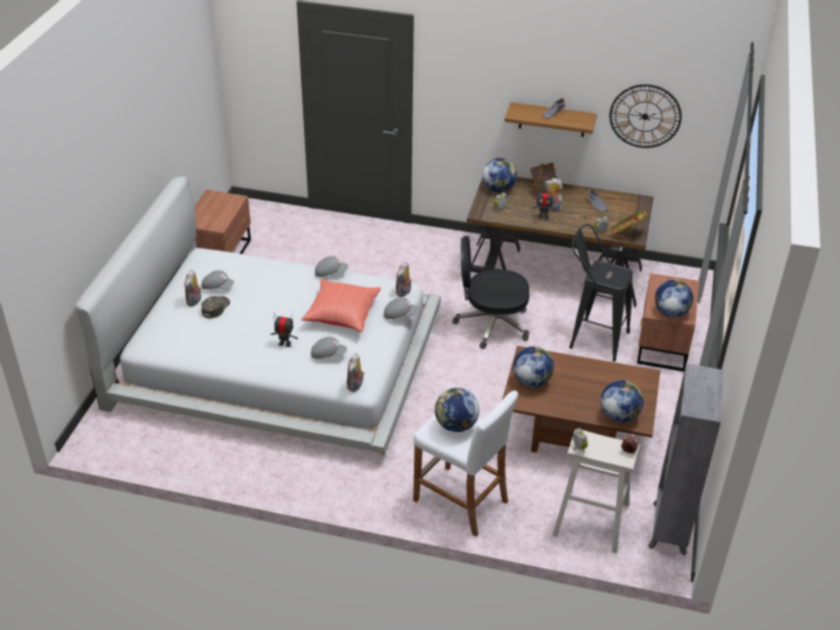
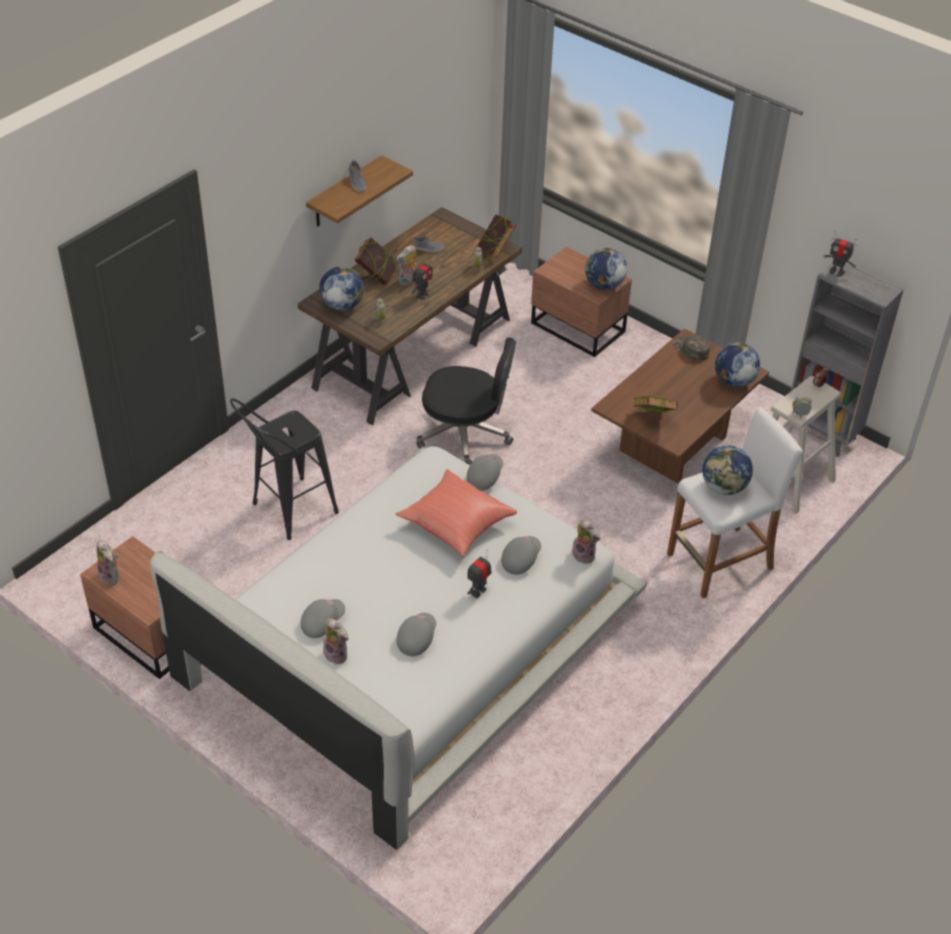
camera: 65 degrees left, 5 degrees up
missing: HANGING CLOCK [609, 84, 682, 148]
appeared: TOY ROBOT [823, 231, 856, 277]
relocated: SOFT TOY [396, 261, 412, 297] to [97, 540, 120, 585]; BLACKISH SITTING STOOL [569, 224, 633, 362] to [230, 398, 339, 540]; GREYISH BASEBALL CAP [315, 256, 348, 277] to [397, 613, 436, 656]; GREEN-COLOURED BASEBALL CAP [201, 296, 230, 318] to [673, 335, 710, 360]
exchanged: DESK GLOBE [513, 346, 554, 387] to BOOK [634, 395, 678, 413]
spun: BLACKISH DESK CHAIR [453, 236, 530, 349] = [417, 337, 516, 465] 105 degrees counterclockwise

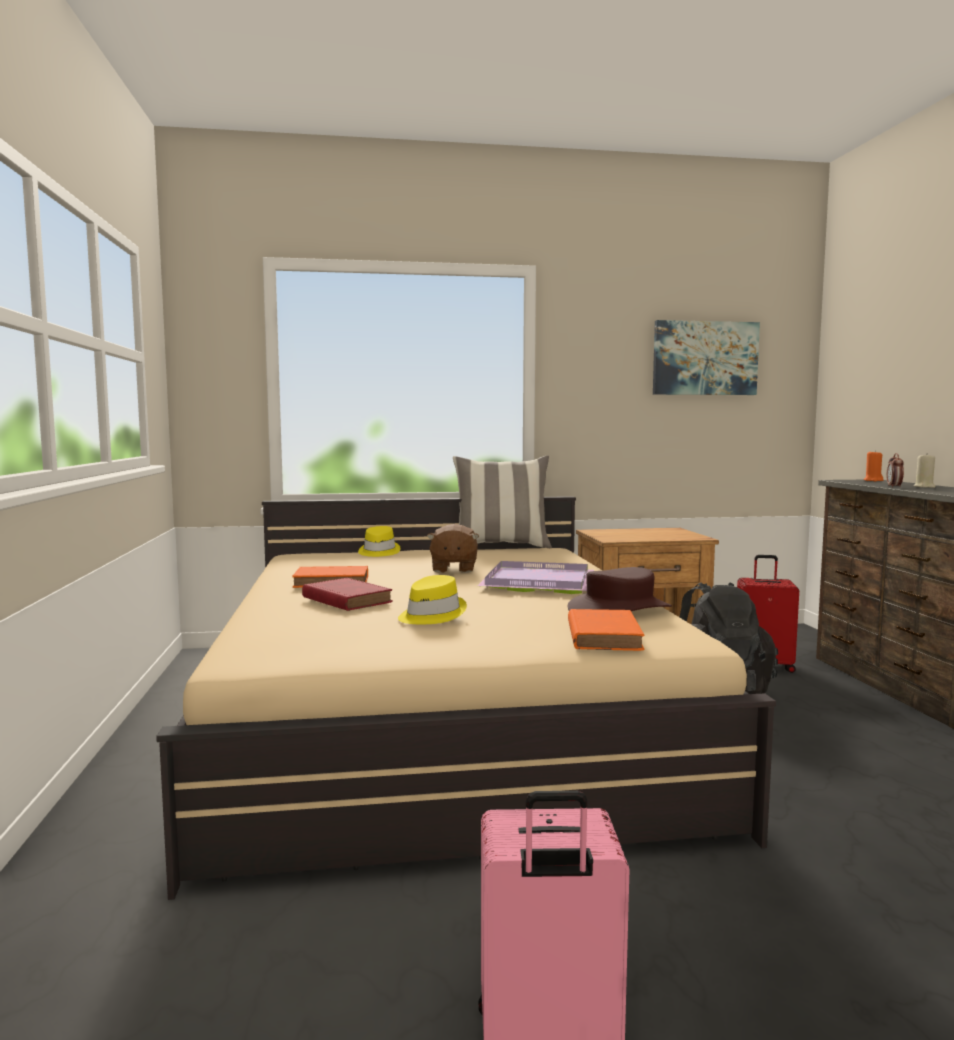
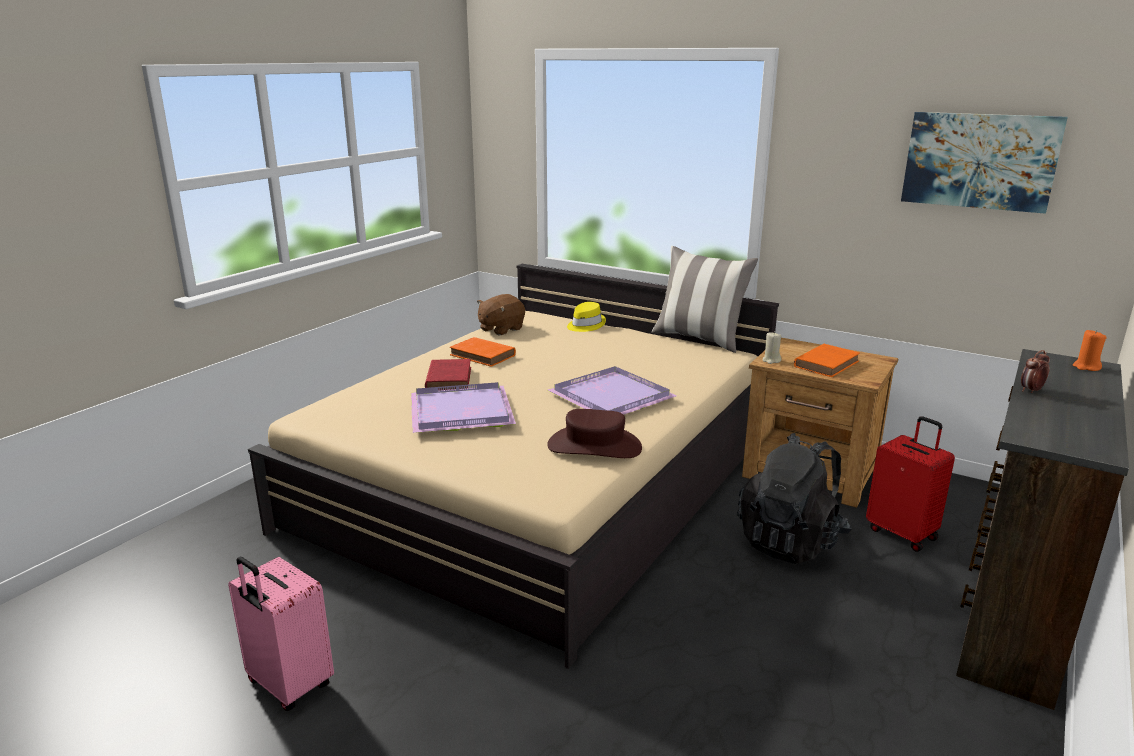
camera: 40 degrees right, 15 degrees up
relocated: BROWN SOFT TOY [427, 524, 479, 573] to [477, 294, 525, 336]; BEIGE CANDLE [914, 455, 936, 488] to [763, 332, 781, 364]; ORANGE-COLOURED BOOK [568, 609, 644, 651] to [794, 344, 860, 377]
exchanged: YELLOW HAT [398, 575, 467, 624] to PURPLE SERVING TRAY [411, 382, 516, 433]

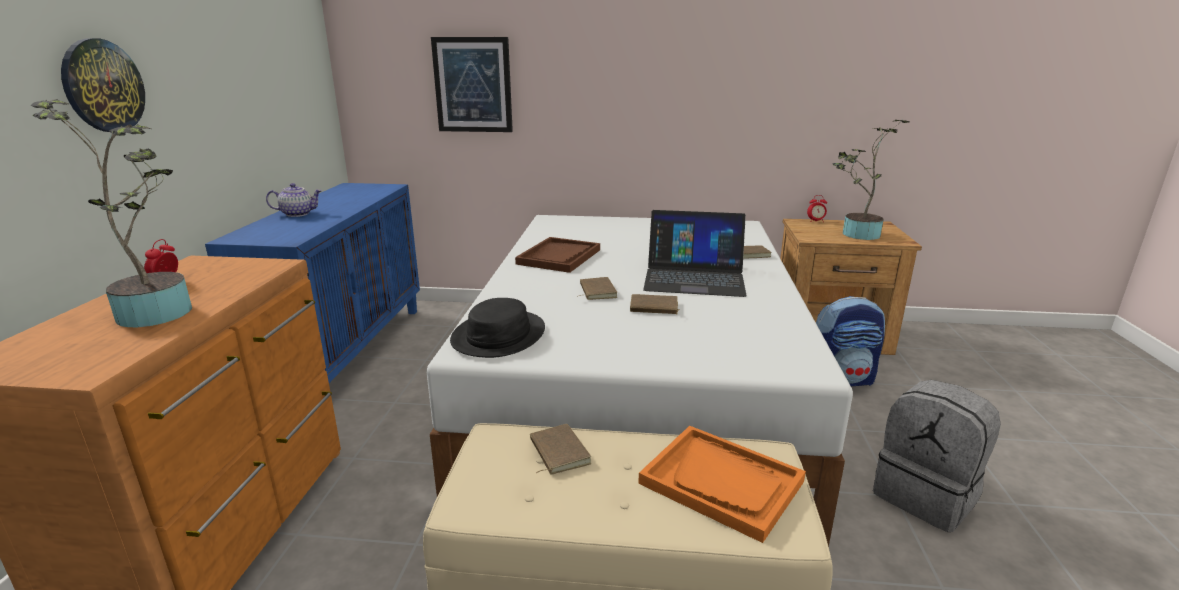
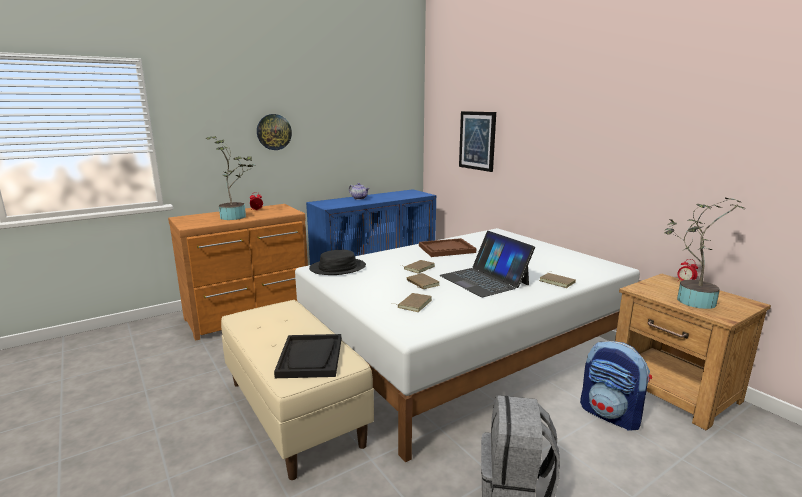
camera: 50 degrees right, 5 degrees down
relocated: BROWN BOOK [530, 424, 591, 475] to [391, 293, 432, 312]
colour: ORANGE-COLOURED SERVING TRAY [638, 426, 806, 543] to BLACKISH SERVING TRAY [274, 334, 341, 378]

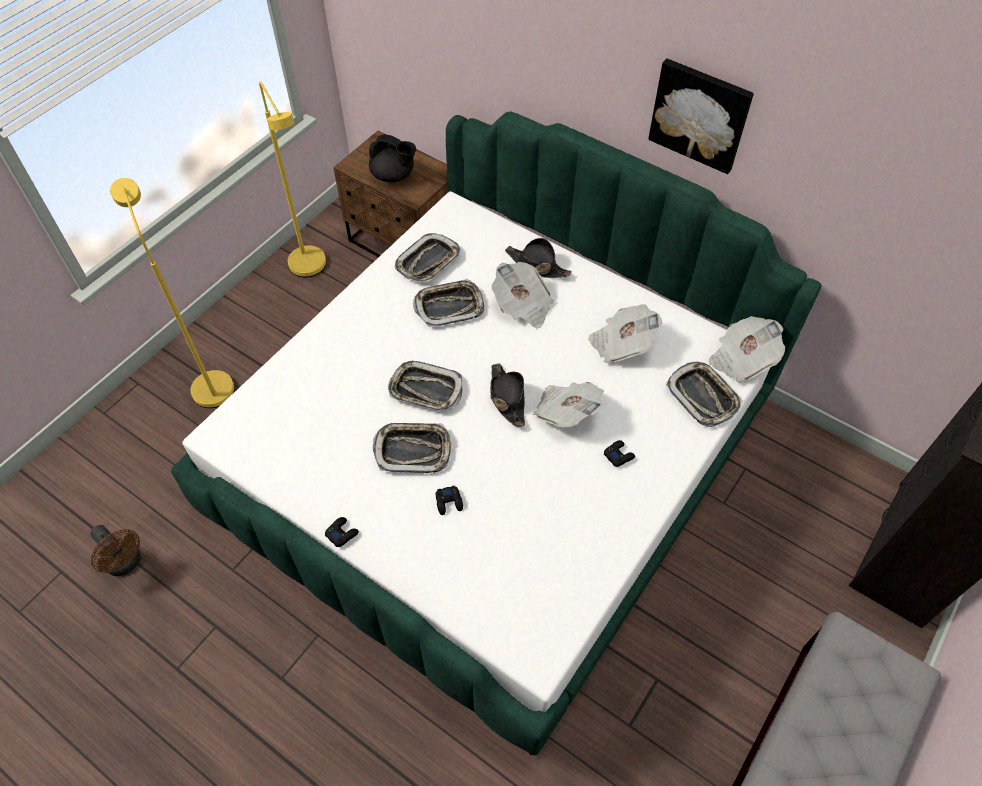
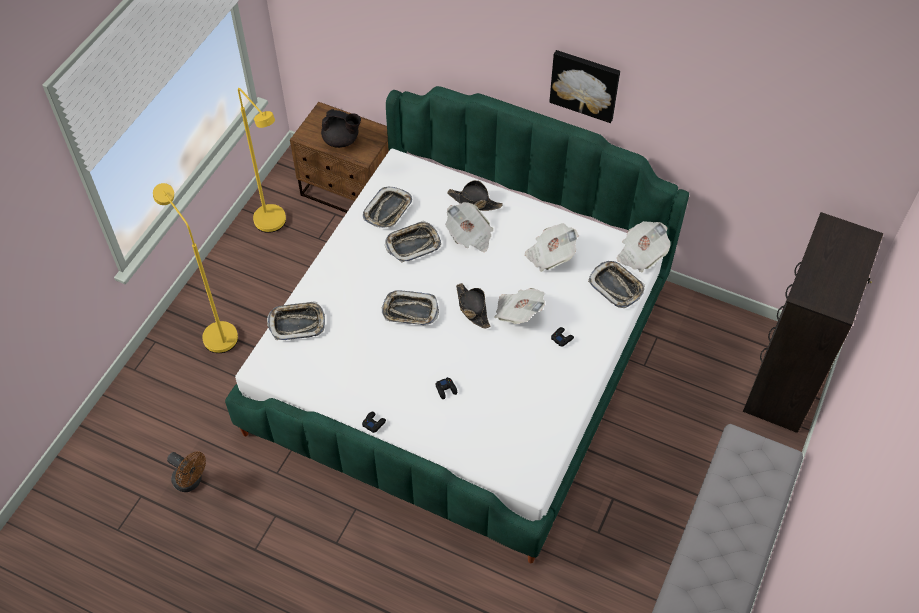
camera: 10 degrees left, 0 degrees up
relocated: SERVING TRAY [372, 423, 452, 473] to [267, 301, 325, 340]

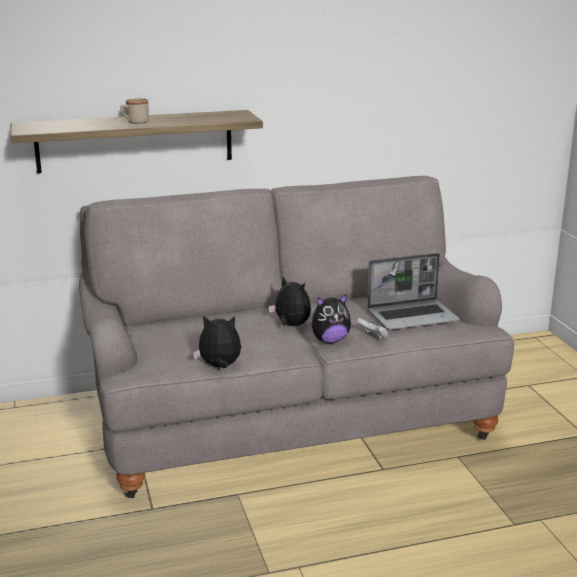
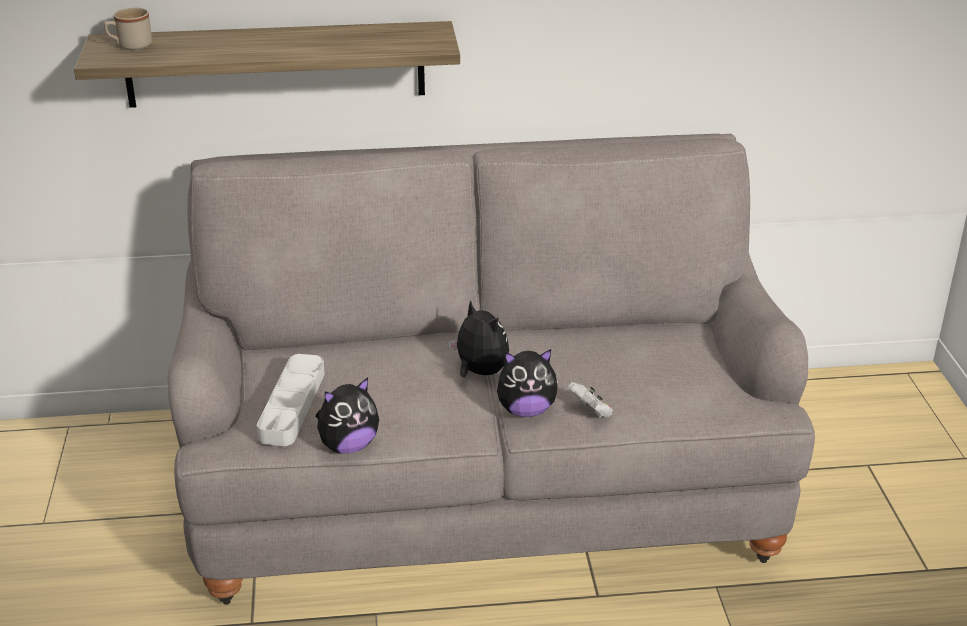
camera: 10 degrees right, 10 degrees up
missing: LAPTOP [367, 253, 460, 330]
appeared: GREYISH SERVING TRAY [257, 354, 325, 446]
relocated: BEIGE COFFEE MUG [121, 98, 149, 124] to [104, 8, 152, 50]
spun: SOFT TOY [193, 315, 241, 369] = [316, 377, 379, 453] 135 degrees clockwise

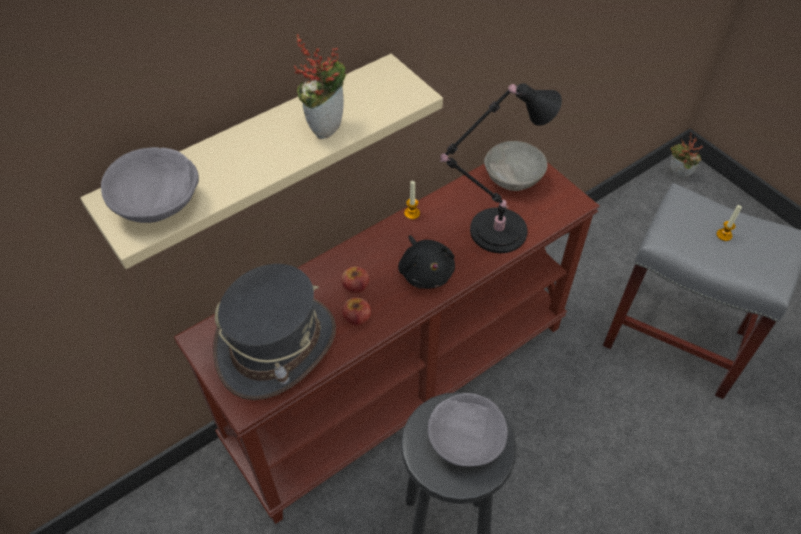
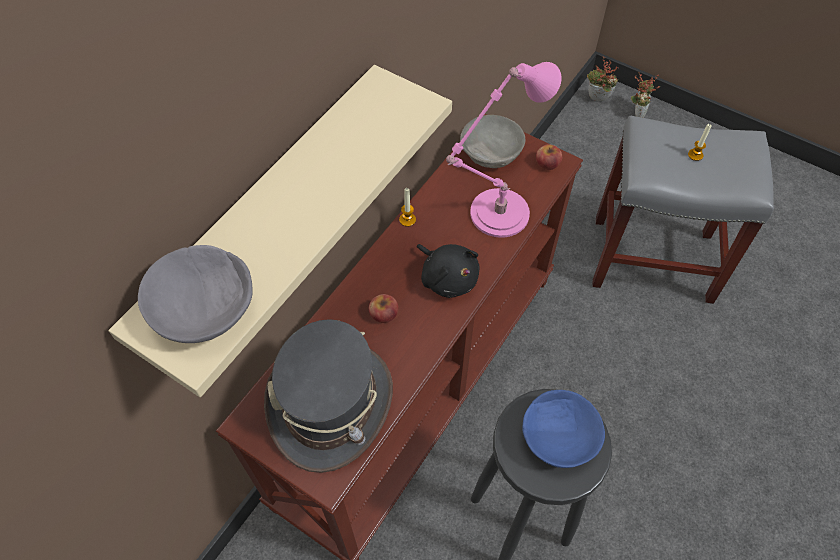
camera: 20 degrees left, 5 degrees up
relocated: APPLE FRUIT [342, 297, 371, 326] to [536, 144, 562, 170]; HOUSEPLANT [294, 34, 346, 139] to [631, 73, 660, 118]
colour: BLACKISH TABLE LAMP [440, 83, 562, 253] to PINKISH TABLE LAMP [446, 62, 562, 238]; GREYISH BOWL [428, 393, 508, 467] to BLUE-COLOURED BOWL [522, 390, 605, 468]

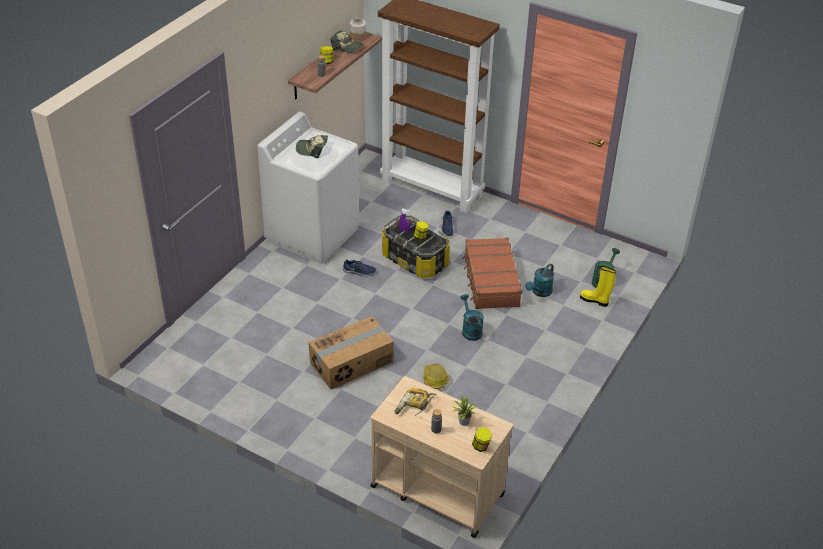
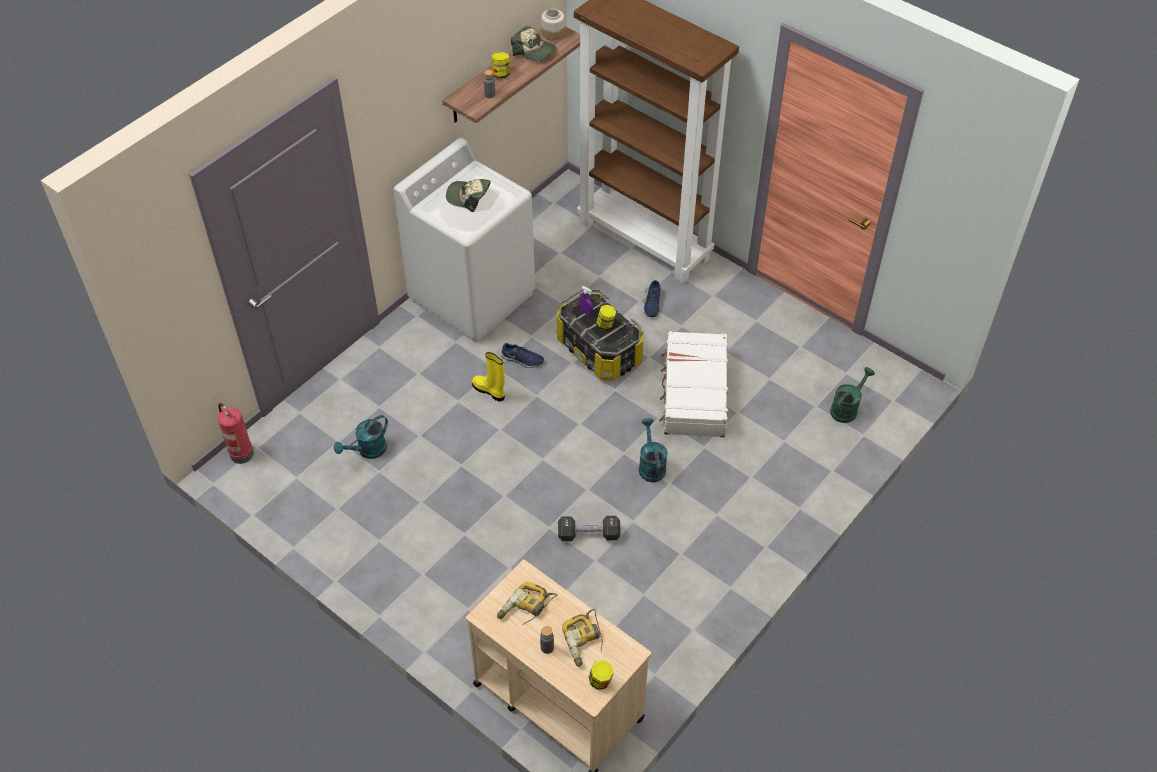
camera: 10 degrees right, 10 degrees up
missing: PACKING BOX [308, 316, 394, 389]
appeared: EXTINGUISHER [218, 403, 254, 464]
relocated: TURQUOISE-COLOURED WATERING CAN [525, 263, 554, 297] to [334, 415, 388, 459]; YELLOW HIGH-TOP BOOT [580, 266, 616, 307] to [472, 352, 505, 402]
exchanged: SAFETY HELMET [423, 363, 449, 389] to BLACKISH DUMBBELL [558, 516, 620, 541]; HOUSEPLANT [452, 392, 477, 426] to DRILL [562, 609, 603, 667]
colour: BROWN SUITCASE [462, 237, 522, 309] to WHITE SUITCASE [659, 331, 728, 437]

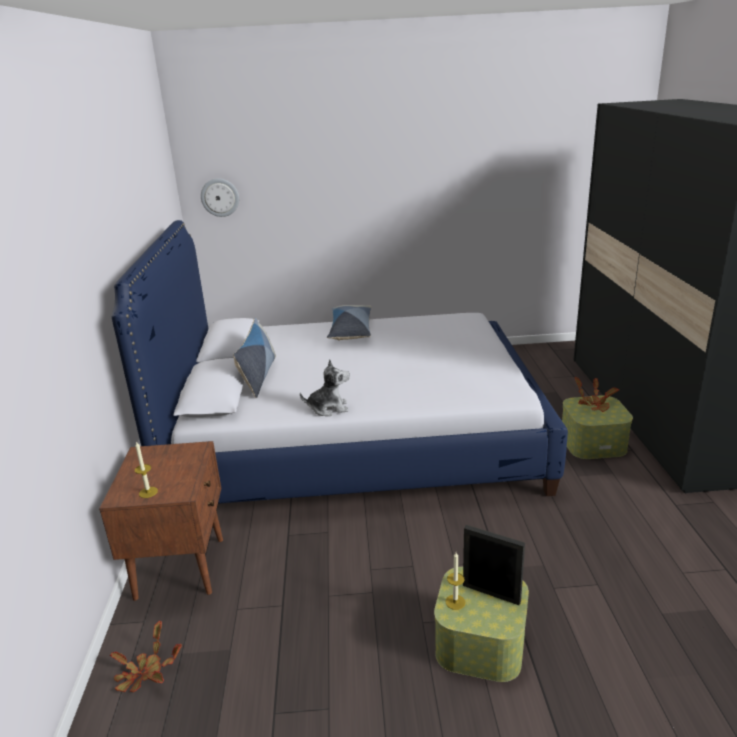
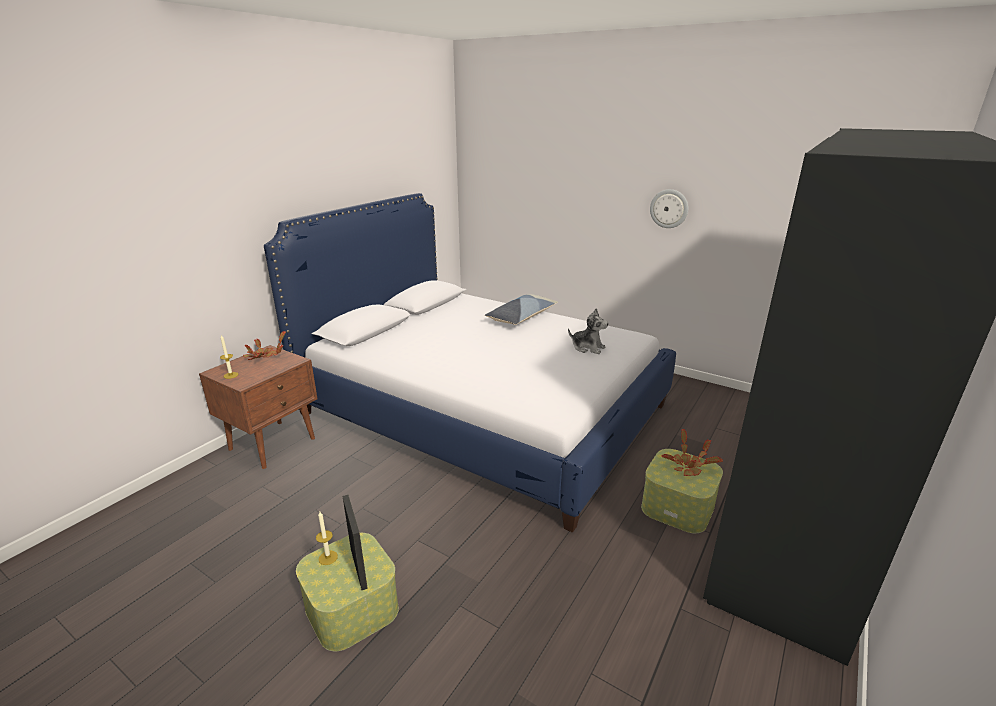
camera: 35 degrees right, 0 degrees up
missing: PILLOW [233, 318, 276, 398]
relocated: HOUSEPLANT [110, 621, 182, 692] to [243, 331, 286, 360]; SOFT TOY [300, 360, 350, 416] to [568, 308, 608, 354]; HANGING CLOCK [201, 178, 239, 217] to [650, 189, 688, 228]

